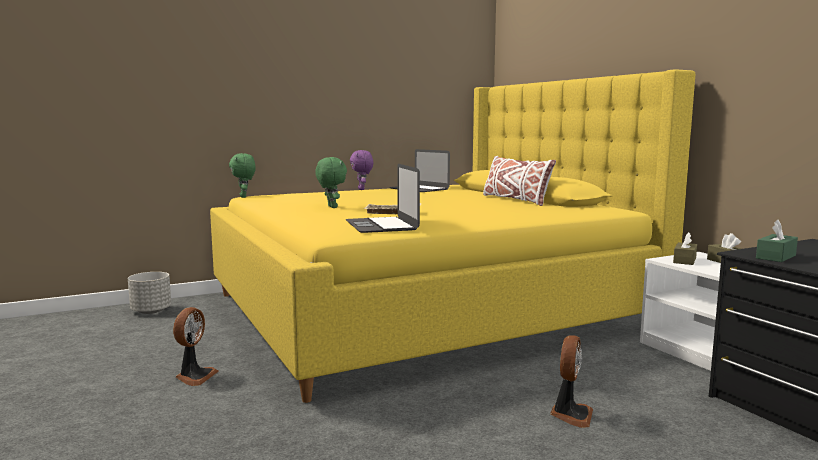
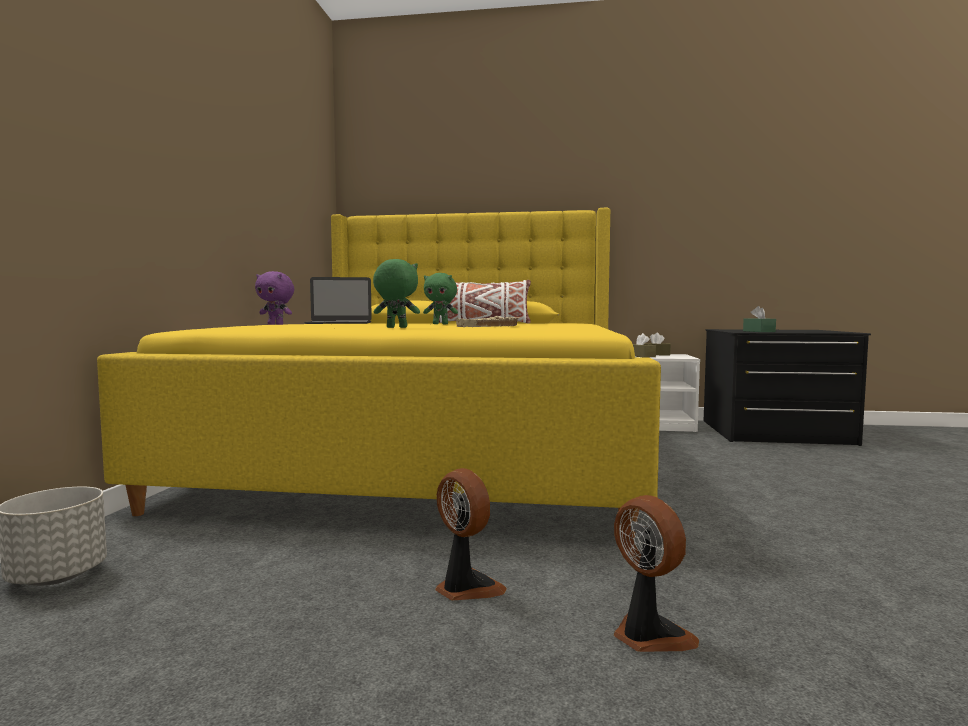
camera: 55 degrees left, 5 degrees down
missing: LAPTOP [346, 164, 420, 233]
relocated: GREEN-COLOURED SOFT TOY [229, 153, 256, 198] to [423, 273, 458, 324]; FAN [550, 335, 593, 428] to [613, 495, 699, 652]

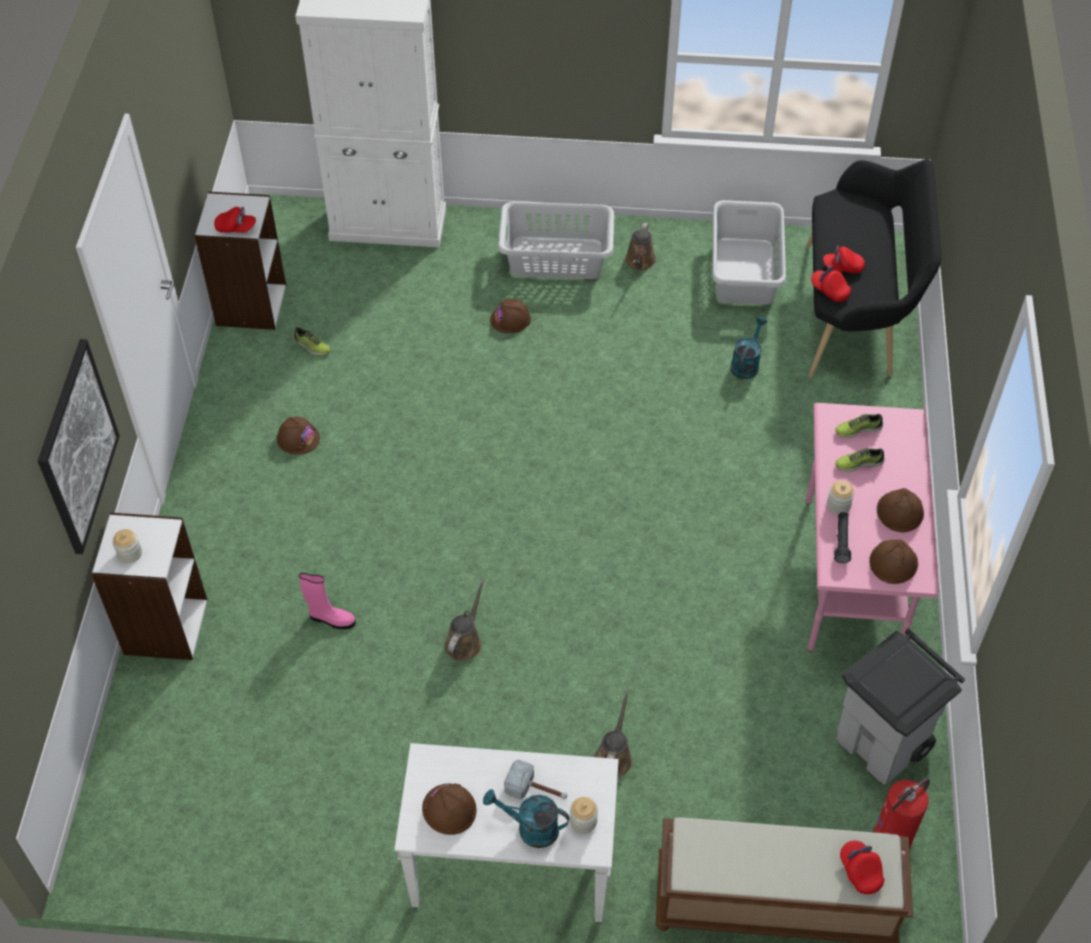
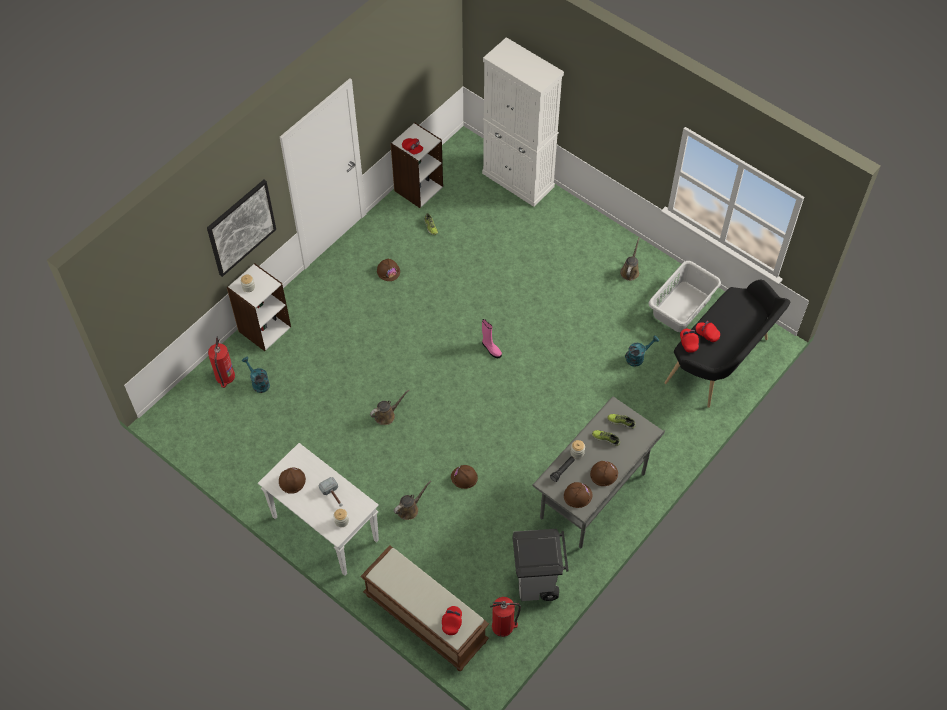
camera: 35 degrees right, 5 degrees up
missing: GREYISH HAMPER [498, 202, 614, 279]
appeared: EXTINGUISHER [208, 337, 235, 388]
relocated: TURQUOISE-COLOURED WATERING CAN [483, 789, 569, 848] to [242, 357, 270, 393]; BROWN SAFETY HELMET [490, 298, 531, 333] to [451, 465, 478, 489]; PINKISH HIGH-TOP BOOT [299, 573, 356, 629] to [482, 319, 502, 358]
colour: PINKISH DESK UNIT [805, 403, 940, 653] to GREYISH DESK UNIT [532, 396, 665, 549]
spun: BROWN WATERING CAN [625, 223, 656, 270] = [620, 238, 640, 281] 150 degrees clockwise

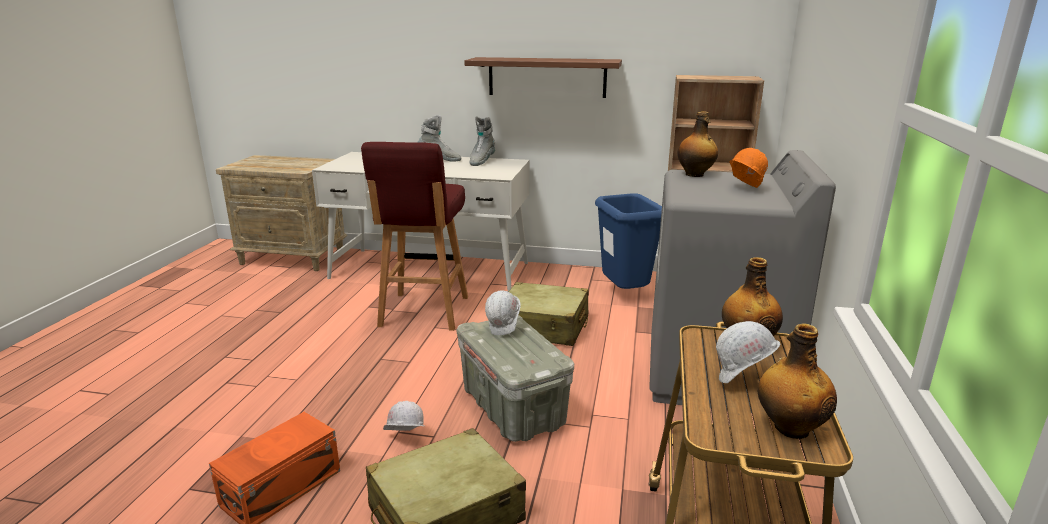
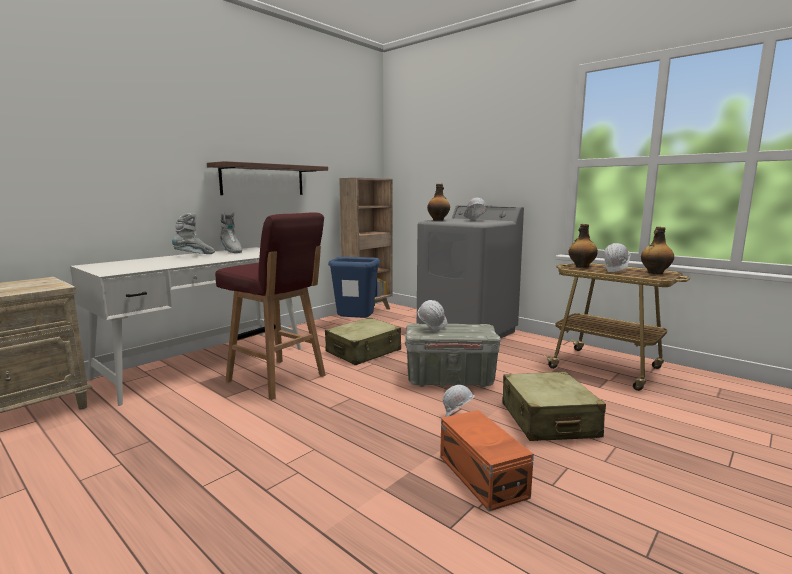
camera: 60 degrees left, 10 degrees down
colour: ORANGE-COLOURED SAFETY HELMET [730, 148, 768, 188] to WHITE SAFETY HELMET [463, 198, 487, 220]

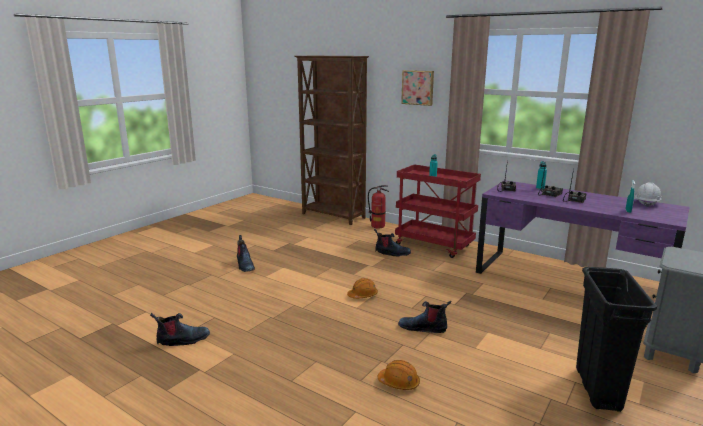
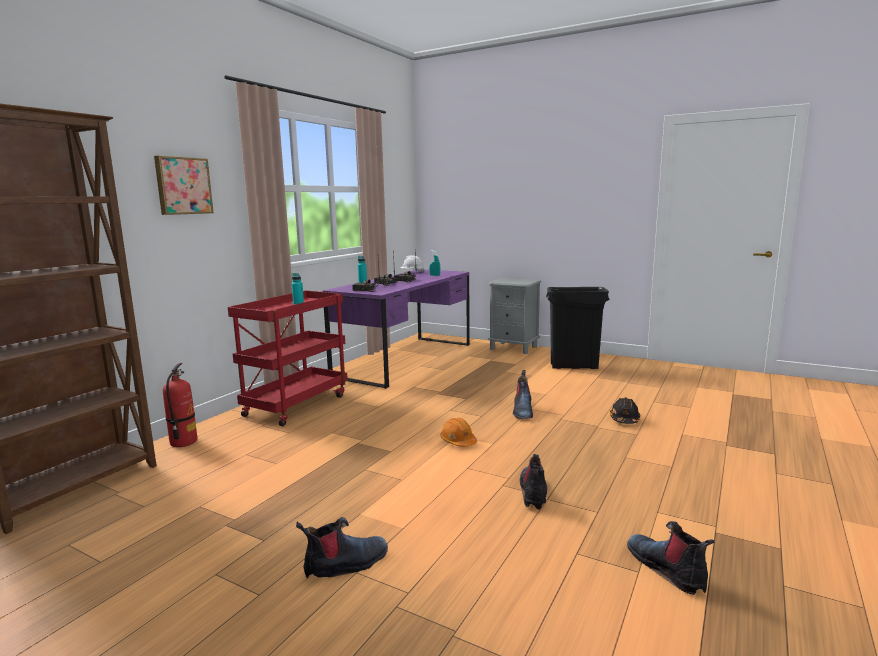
camera: 95 degrees left, 5 degrees down
relocated: HIGH-TOP BOOT [374, 229, 411, 257] to [520, 454, 547, 510]
colour: ORANGE-COLOURED SAFETY HELMET [378, 360, 420, 390] to BLACKISH SAFETY HELMET [610, 397, 640, 424]

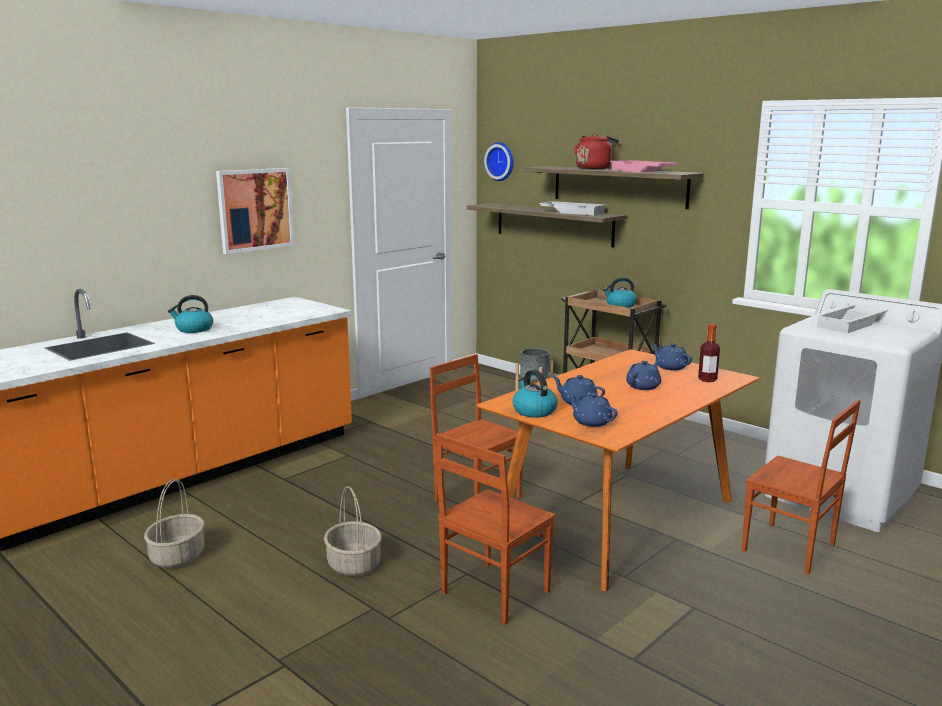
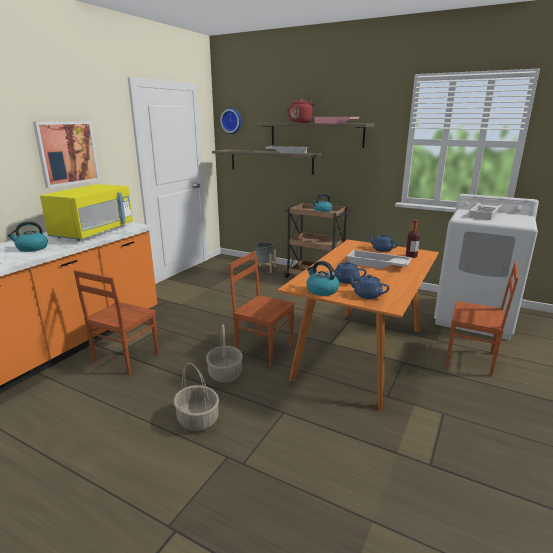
camera: 15 degrees left, 5 degrees up
appeared: YELLOW MICROWAVE [40, 184, 133, 241]
relocated: BROWN UPRIGHT CHAIR [436, 433, 555, 625] to [74, 270, 159, 375]; STORAGE BASKET [144, 479, 204, 568] to [206, 324, 243, 383]
exchanged: BLUE-COLOURED TEA POT [626, 360, 661, 390] to WHITE SERVING TRAY [347, 250, 412, 269]

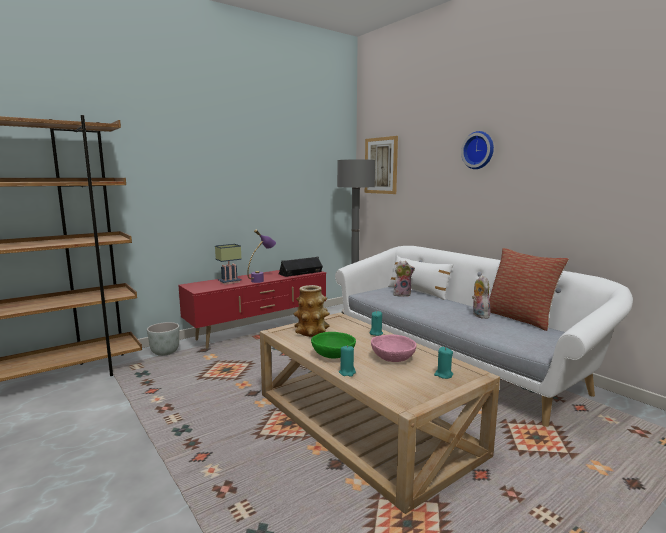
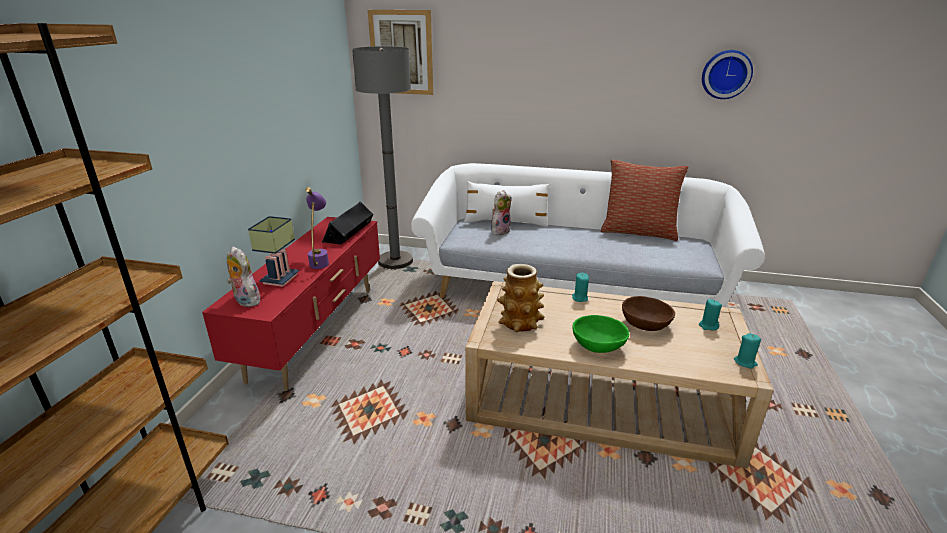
camera: 40 degrees left, 15 degrees up
missing: GREYISH PLANT POT [147, 322, 179, 356]
relocated: SOFT TOY [472, 275, 491, 319] to [227, 247, 260, 307]; HANGING CLOCK [461, 131, 494, 169] to [702, 50, 753, 99]; TURQUOISE-COLOURED CANDLE [339, 345, 356, 376] to [734, 333, 761, 369]
colour: PINKISH BOWL [371, 335, 417, 362] to BROWN BOWL [622, 296, 675, 331]

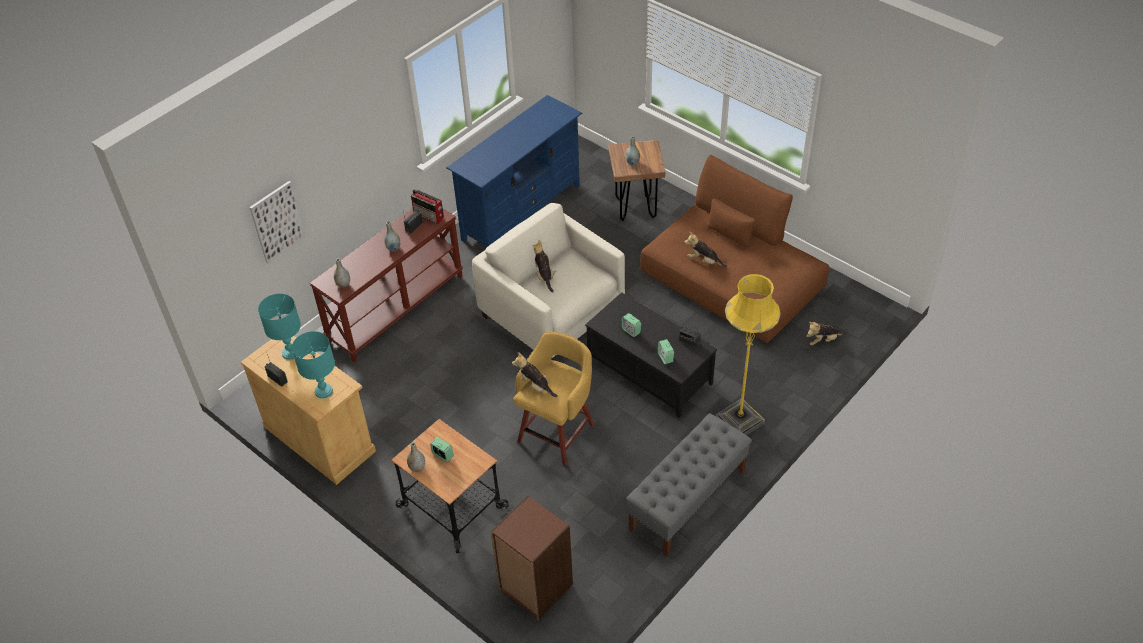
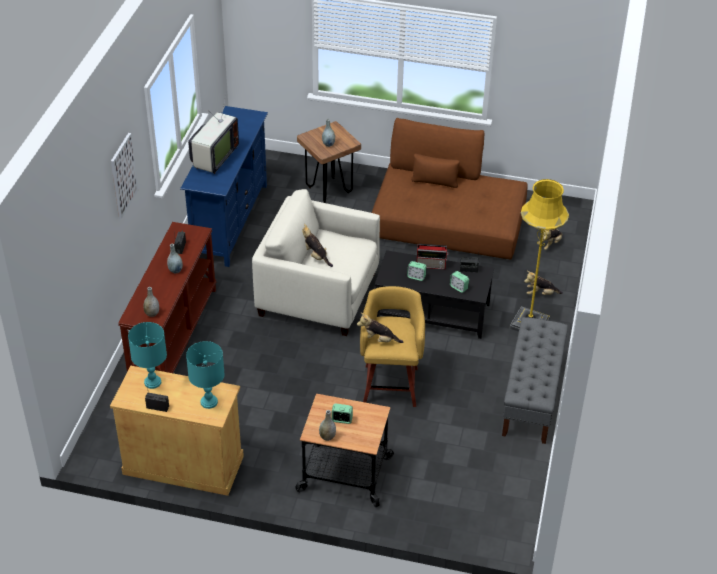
camera: 30 degrees left, 5 degrees down
missing: BROWN SHELVING UNIT [491, 496, 573, 620]
appeared: TV SET [188, 90, 239, 174]
relocated: WALL PICTURE [249, 181, 306, 263] to [111, 133, 138, 219]; RADIO RECEIVER [411, 189, 444, 224] to [417, 244, 448, 269]; SOFT TOY [684, 232, 727, 268] to [524, 271, 563, 295]

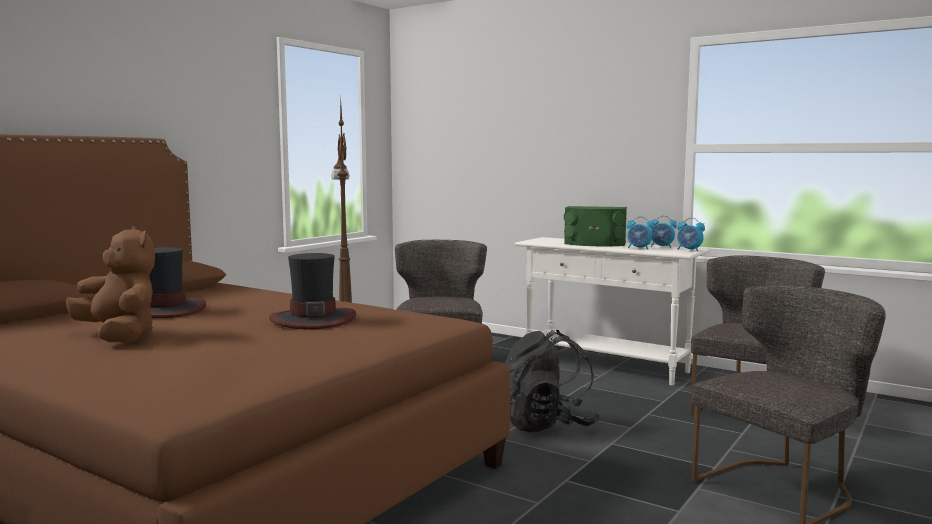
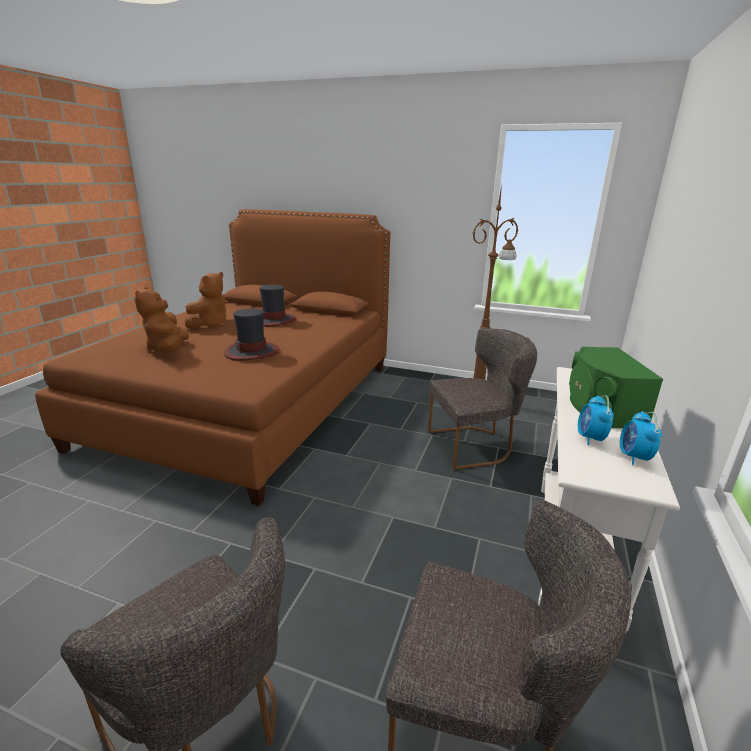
camera: 75 degrees right, 15 degrees up
missing: BLACKISH RUCKSACK [505, 330, 600, 432]; TABLE CLOCK [677, 218, 705, 251]
appeared: BROWN SOFT TOY [134, 287, 189, 352]

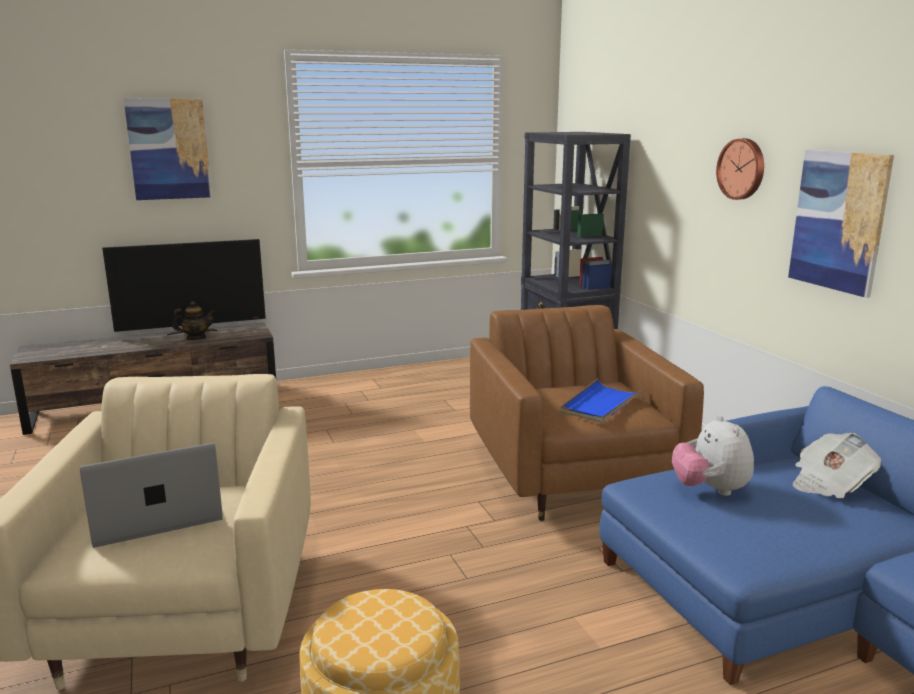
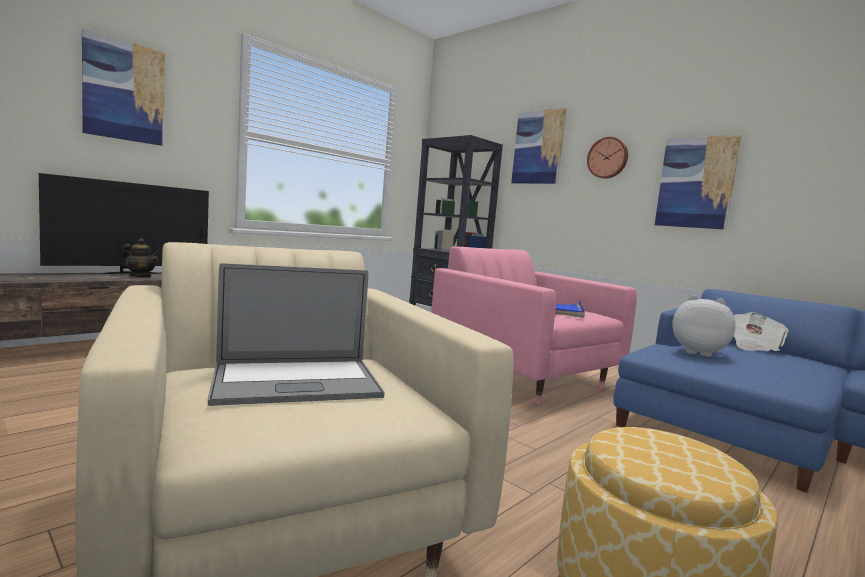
camera: 25 degrees left, 10 degrees down
appeared: WALL PICTURE [511, 108, 567, 184]
colour: BROWN LOUNGE CHAIR [470, 305, 704, 521] to PINKISH LOUNGE CHAIR [431, 247, 637, 405]
spun: TEA POT [172, 301, 215, 340] = [121, 238, 161, 277] 45 degrees clockwise; LAPTOP [80, 443, 223, 548] = [208, 263, 385, 406] 150 degrees counterclockwise; SOFT TOY [672, 415, 754, 496] = [672, 295, 736, 357] 150 degrees clockwise

